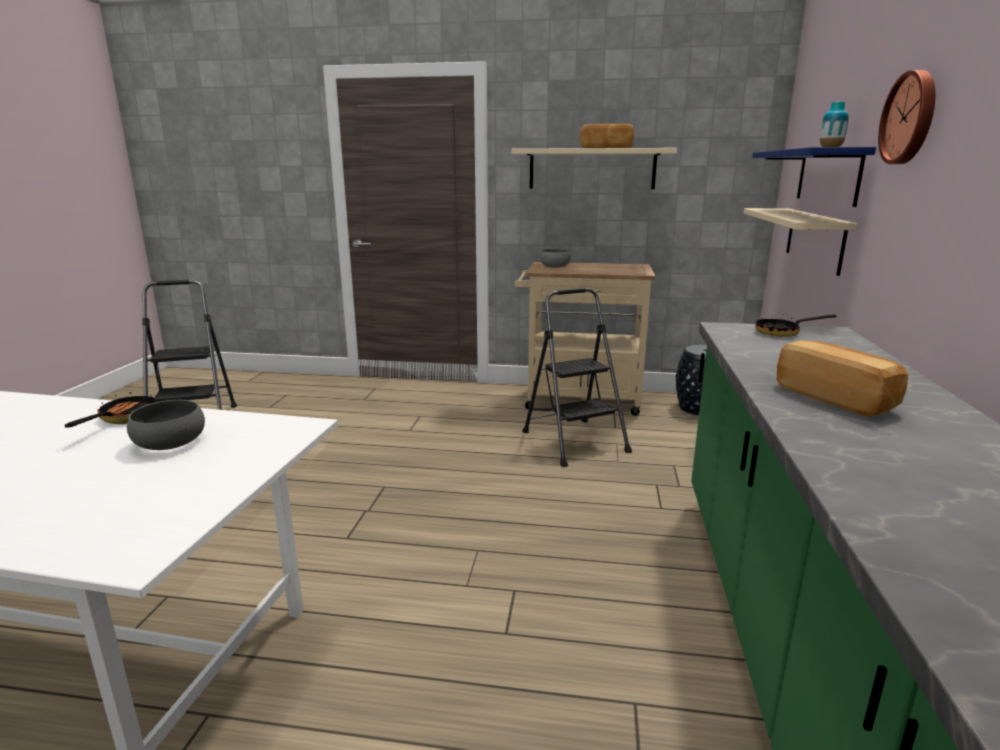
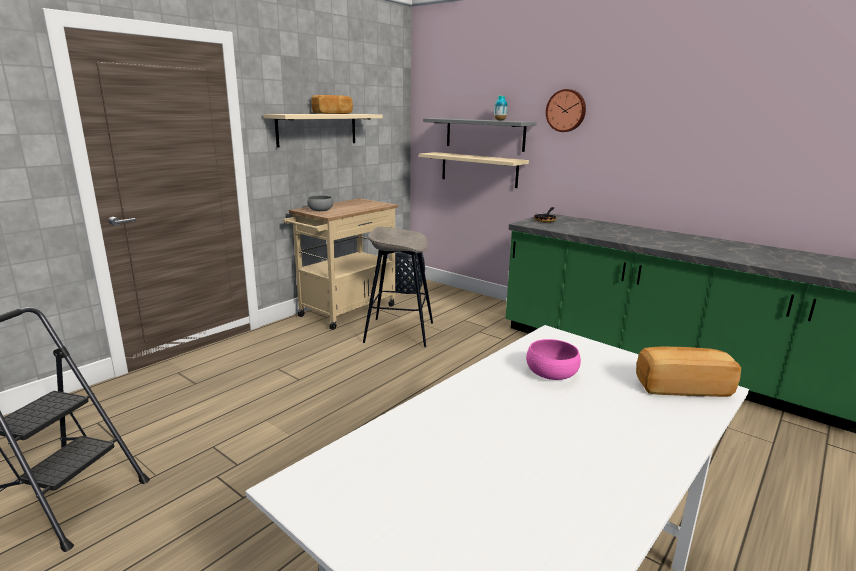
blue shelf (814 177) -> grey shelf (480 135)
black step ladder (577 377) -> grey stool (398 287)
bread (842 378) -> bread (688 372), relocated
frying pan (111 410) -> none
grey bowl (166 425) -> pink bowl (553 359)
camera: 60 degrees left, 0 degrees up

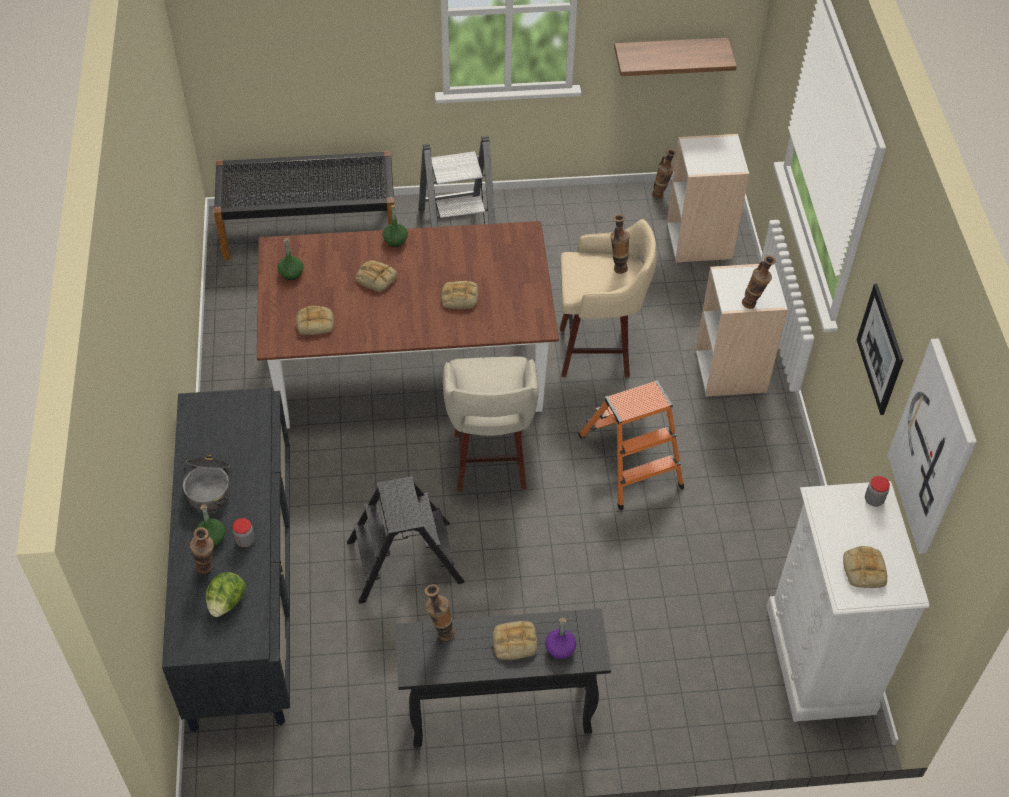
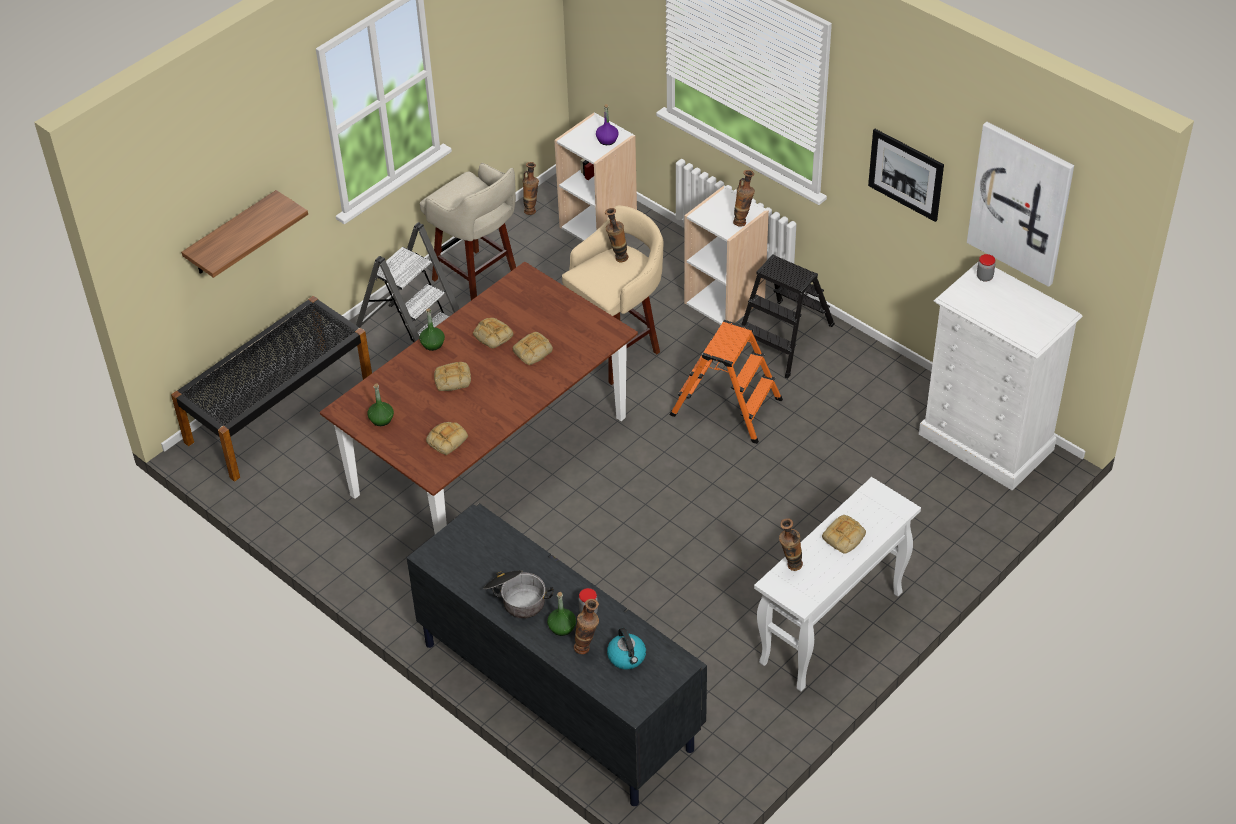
shelf (675 57) -> shelf (244 234), relocated
beige stool (491 424) -> beige stool (468 231), relocated
black step ladder (406 540) -> black step ladder (788 316), relocated
bread (865 567) -> bread (493 333), relocated
lettuce (225 594) -> kettle (626 648)
black console table (503 678) -> white console table (837 584)
purple bottle (560 638) -> purple bottle (607 124), relocated
camera: 40 degrees left, 5 degrees down

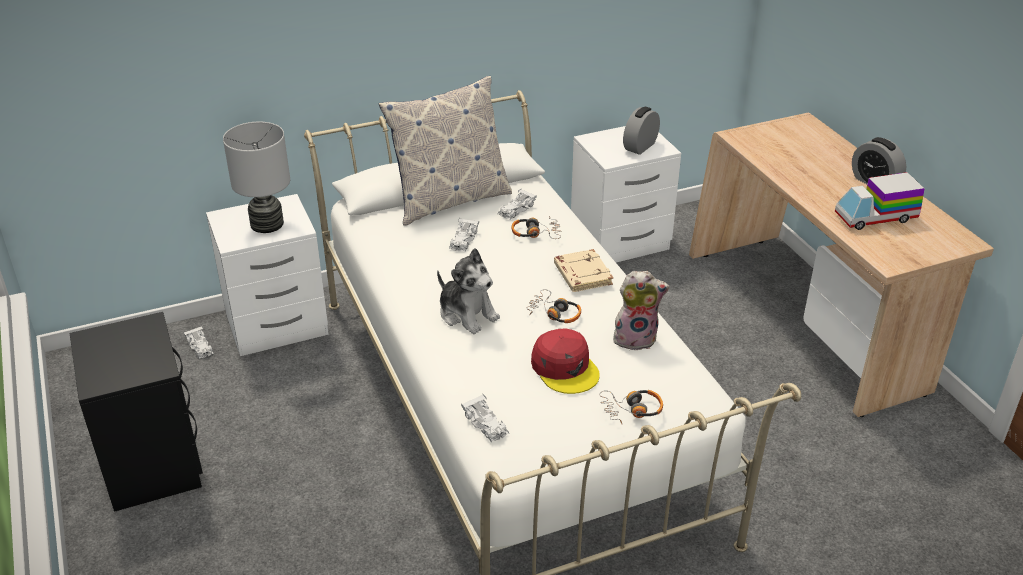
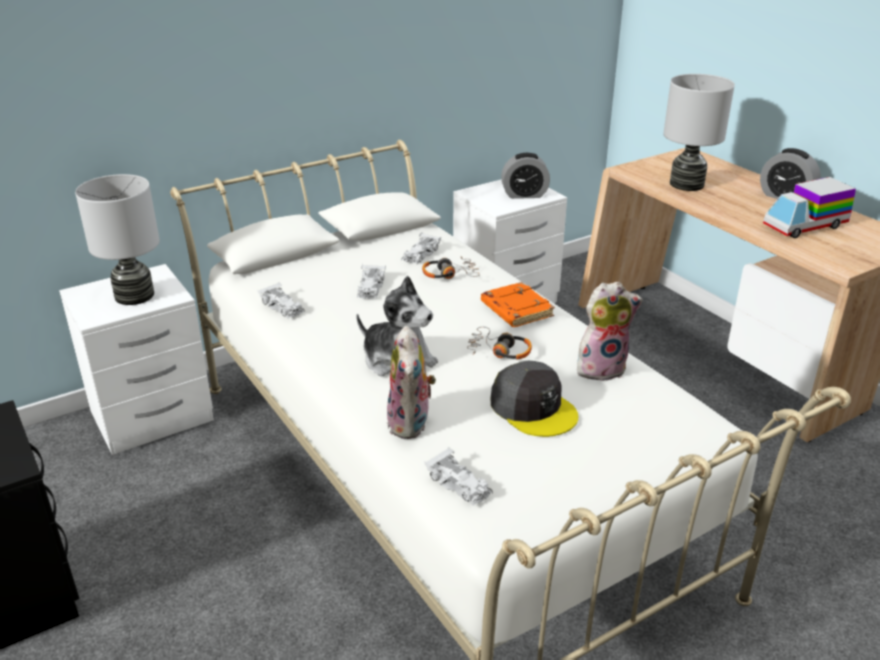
pillow (445 151) -> none
alarm clock (641 131) -> alarm clock (525 176), 120 degrees counterclockwise
beige book (583 270) -> orange book (518 304)
white toy car (198 342) -> white toy car (281 300), relocated
red cap (565 361) -> grey cap (534 398)
headphones (631 407) -> none
none -> grey table lamp (699 132)
none -> plush toy (411 382)
camera: 10 degrees left, 5 degrees down

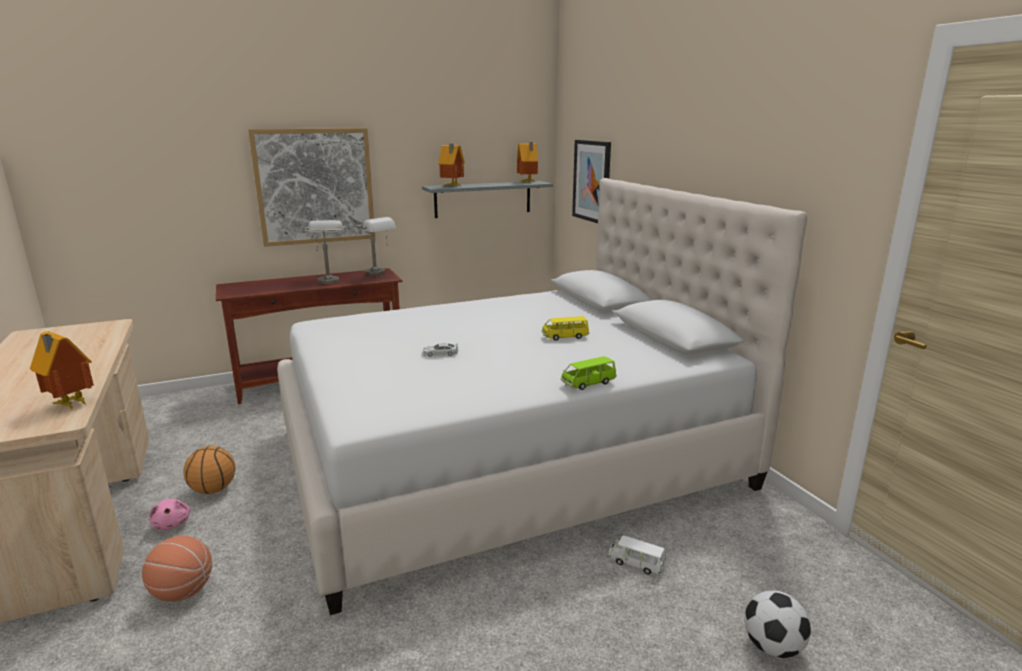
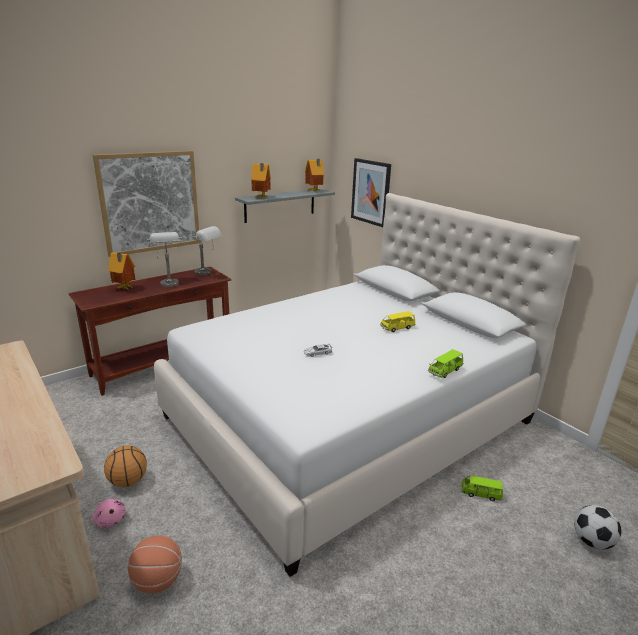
toy house (62 371) -> toy house (121 271), relocated
white toy car (636 555) -> green toy car (482 488)
camera: 15 degrees left, 5 degrees up

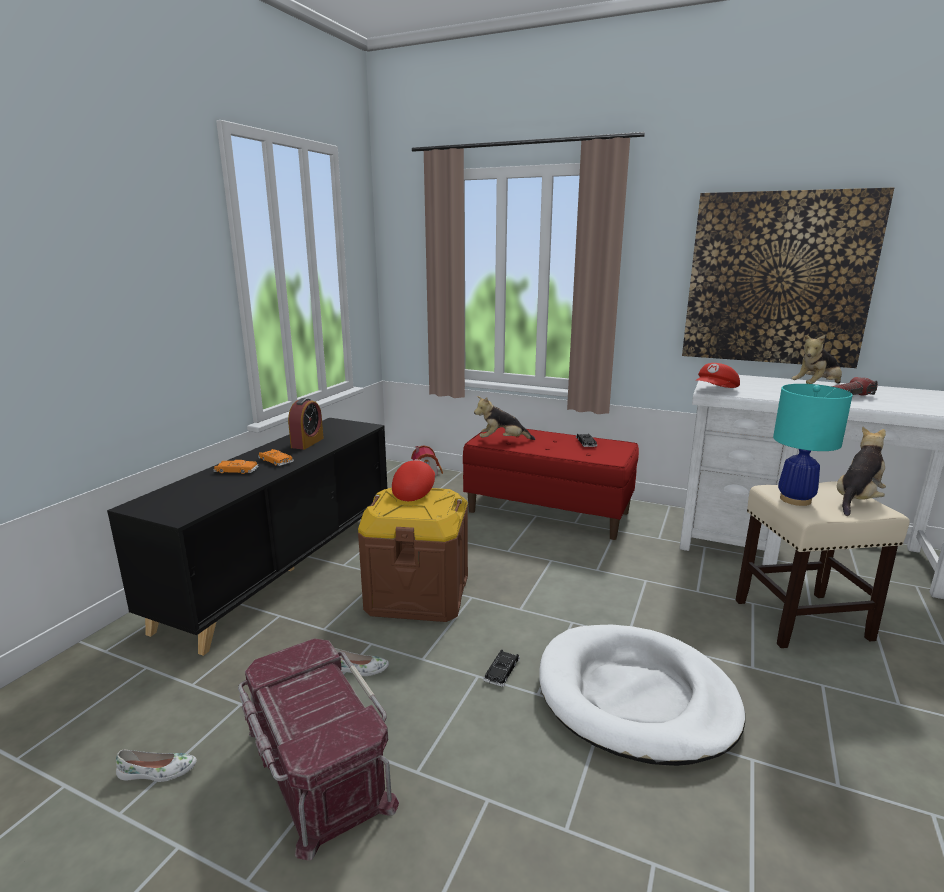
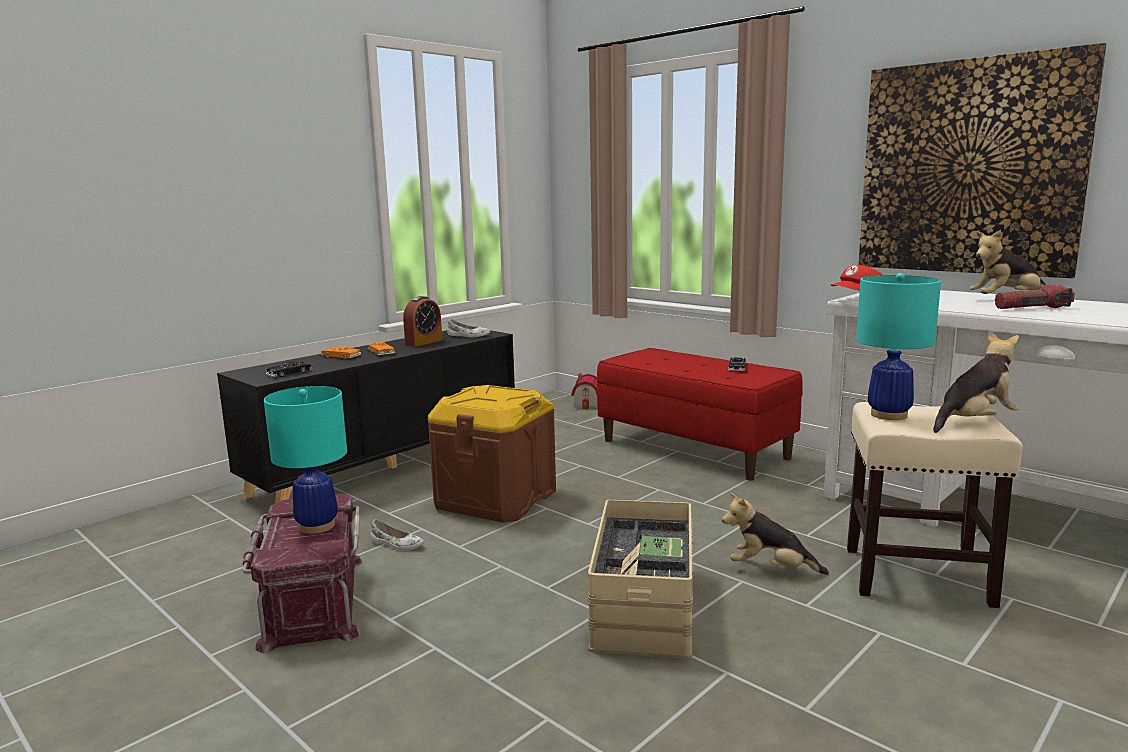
plush toy (504 418) -> plush toy (775 534), relocated
red cap (413 480) -> none
white dog bed (642 695) -> beige storage box (641 579)
black toy car (501 668) -> black toy car (289 369), relocated
white shoe (156 766) -> white shoe (468 328), relocated
none -> turquoise table lamp (305 460)
camera: 20 degrees right, 5 degrees down

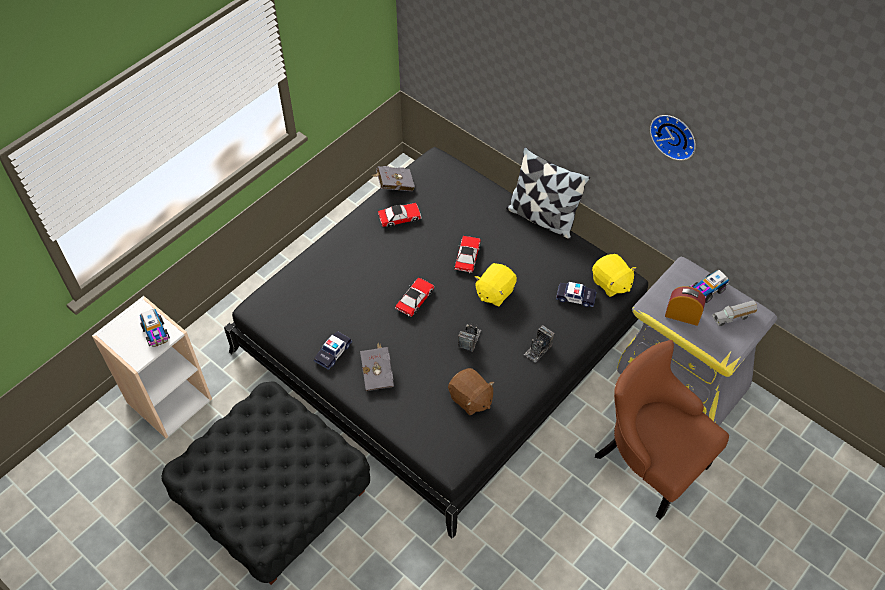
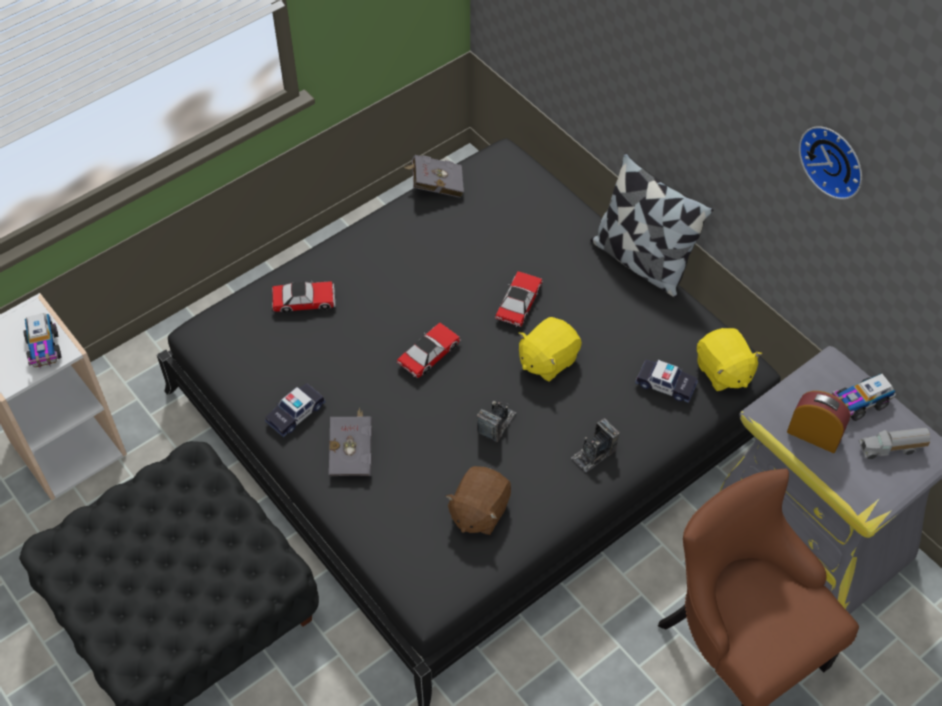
toy car (400 215) -> toy car (304 297), relocated
brown plush toy (471 392) -> brown plush toy (478 500), 60 degrees clockwise
camera: 10 degrees right, 0 degrees up

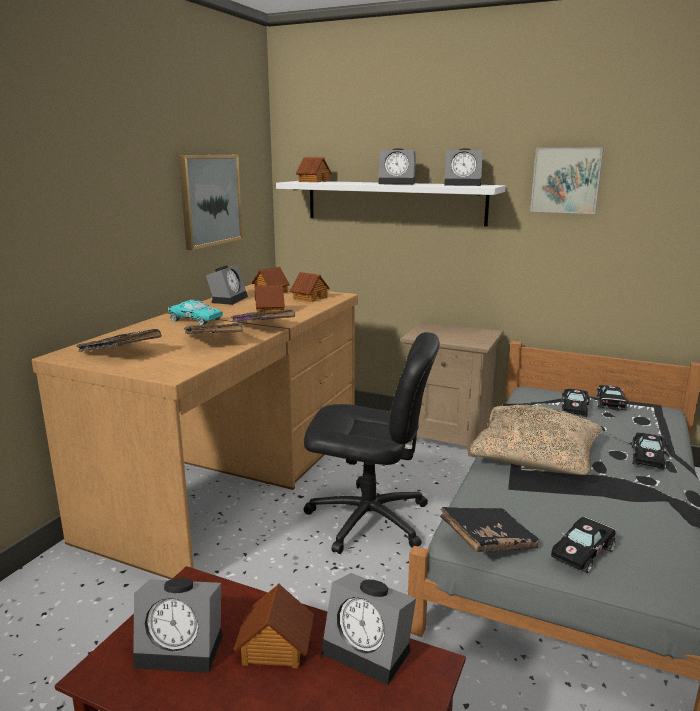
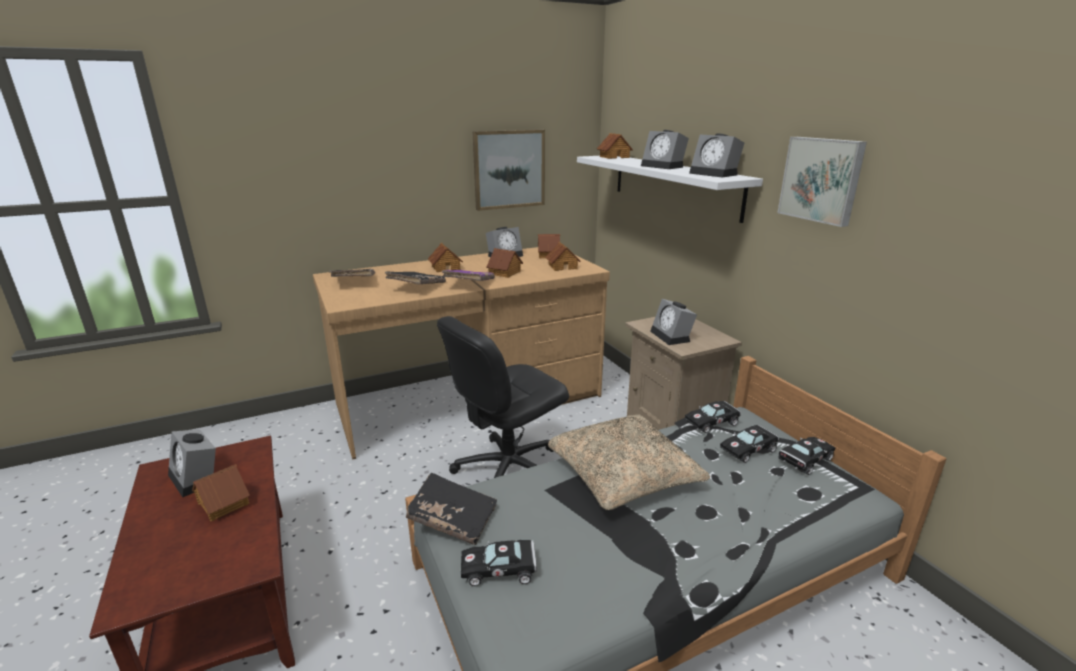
turquoise toy car (195 312) -> toy house (445 257)
black office chair (371 443) -> black office chair (503 397), 90 degrees clockwise
black toy car (649 451) -> black toy car (713 417), relocated
alarm clock (368 629) -> alarm clock (673 322), relocated
camera: 40 degrees right, 5 degrees up

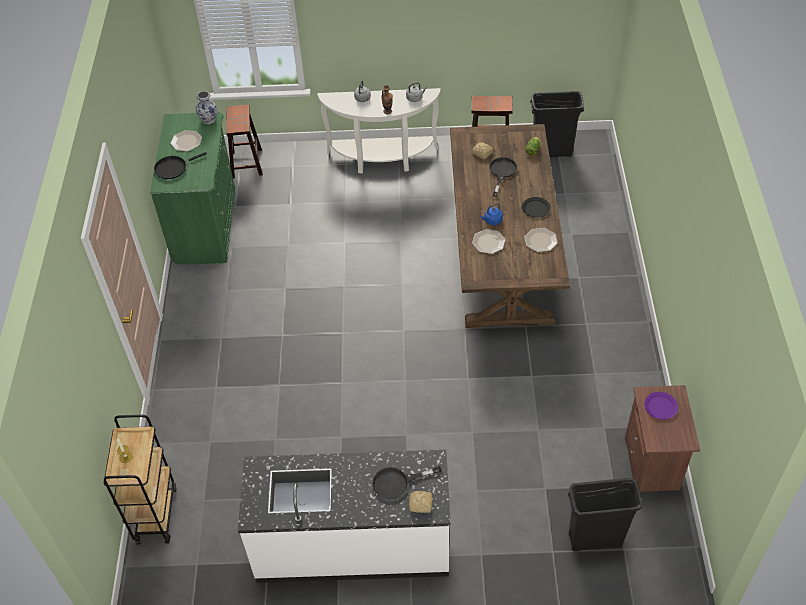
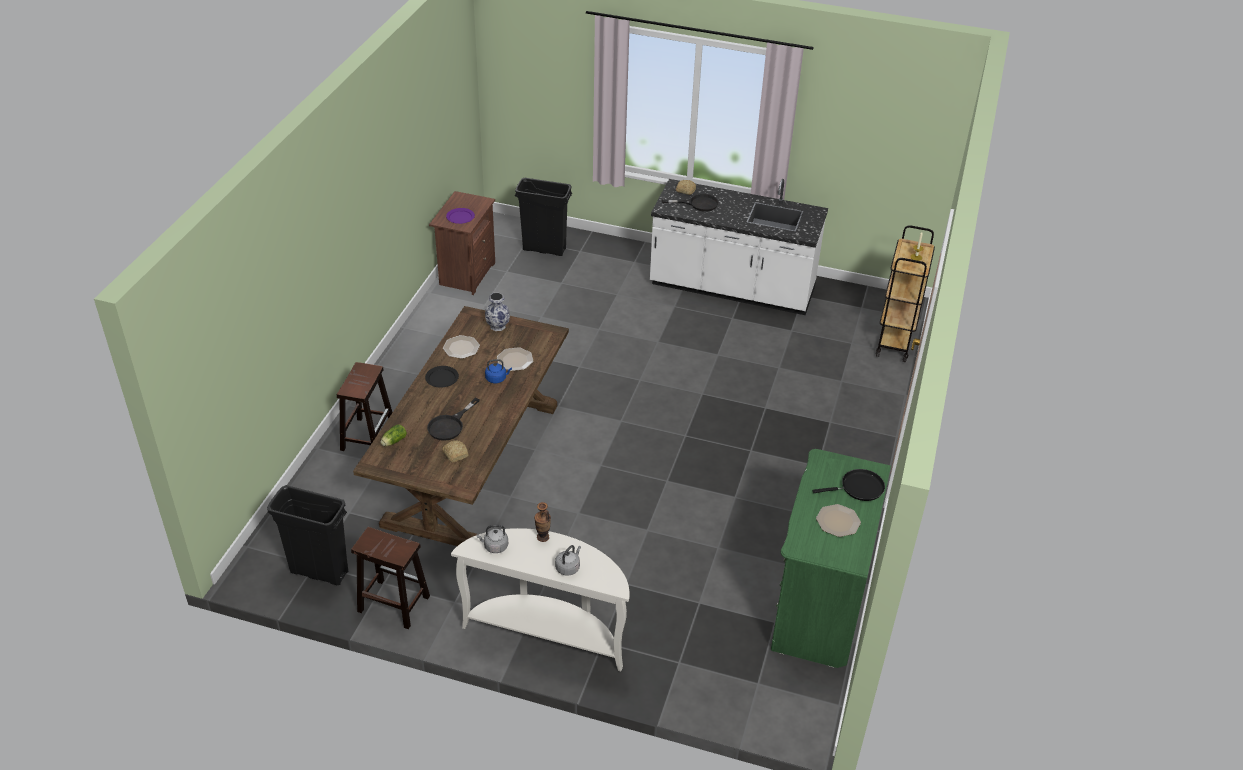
vase (206 107) -> vase (497 312), relocated
brown stool (244 141) -> brown stool (365 406), relocated
camera: 165 degrees left, 10 degrees down

